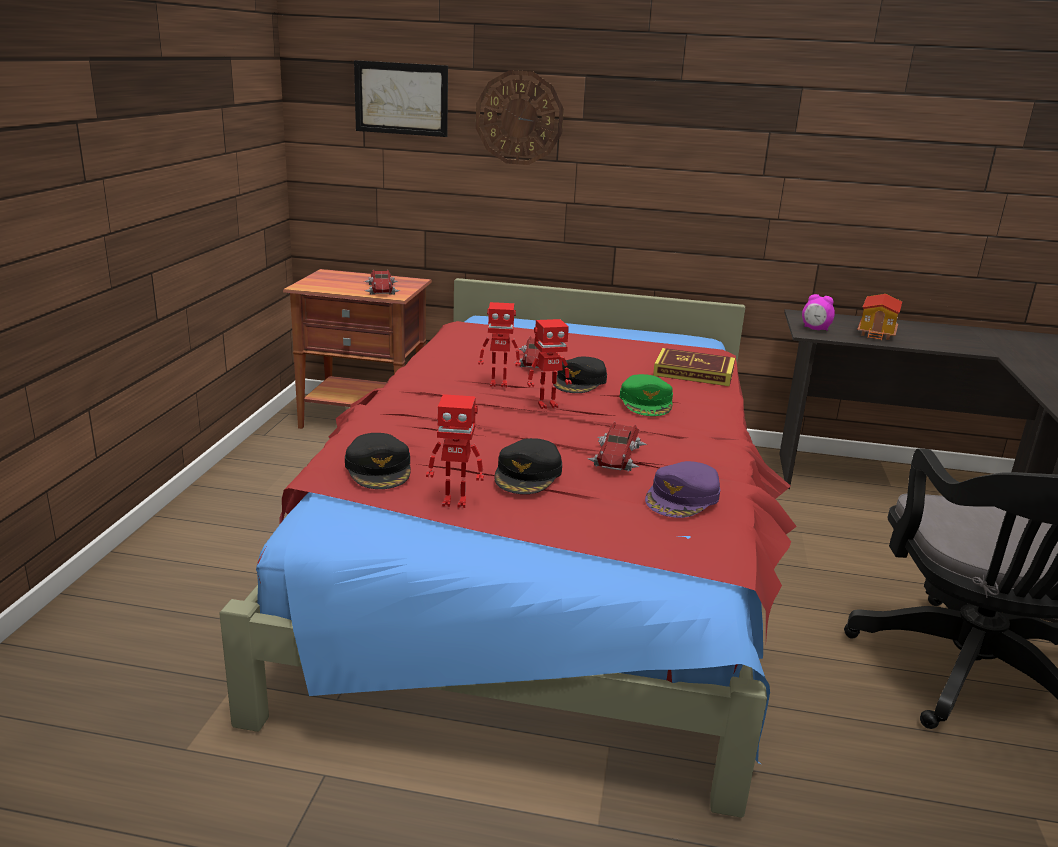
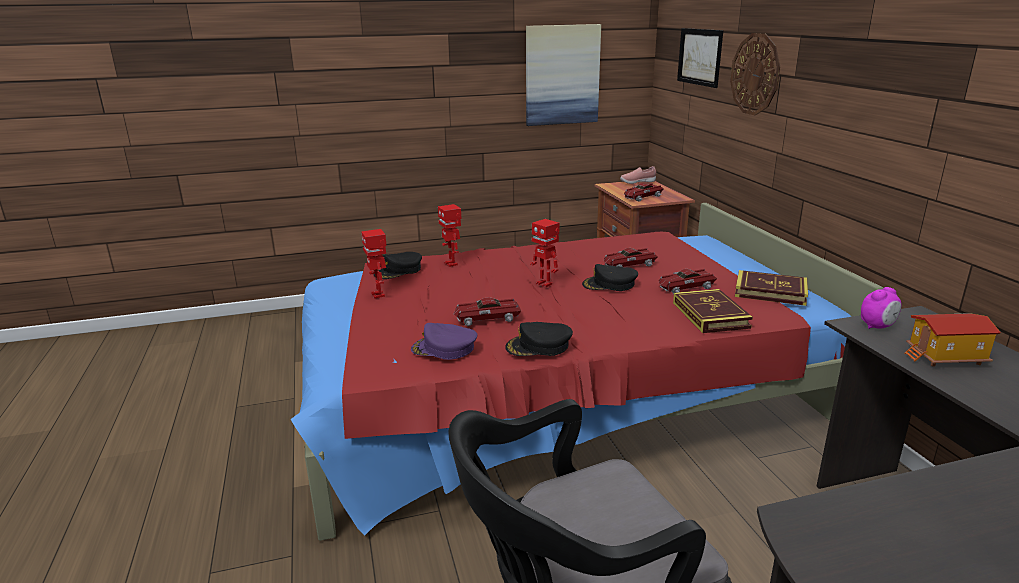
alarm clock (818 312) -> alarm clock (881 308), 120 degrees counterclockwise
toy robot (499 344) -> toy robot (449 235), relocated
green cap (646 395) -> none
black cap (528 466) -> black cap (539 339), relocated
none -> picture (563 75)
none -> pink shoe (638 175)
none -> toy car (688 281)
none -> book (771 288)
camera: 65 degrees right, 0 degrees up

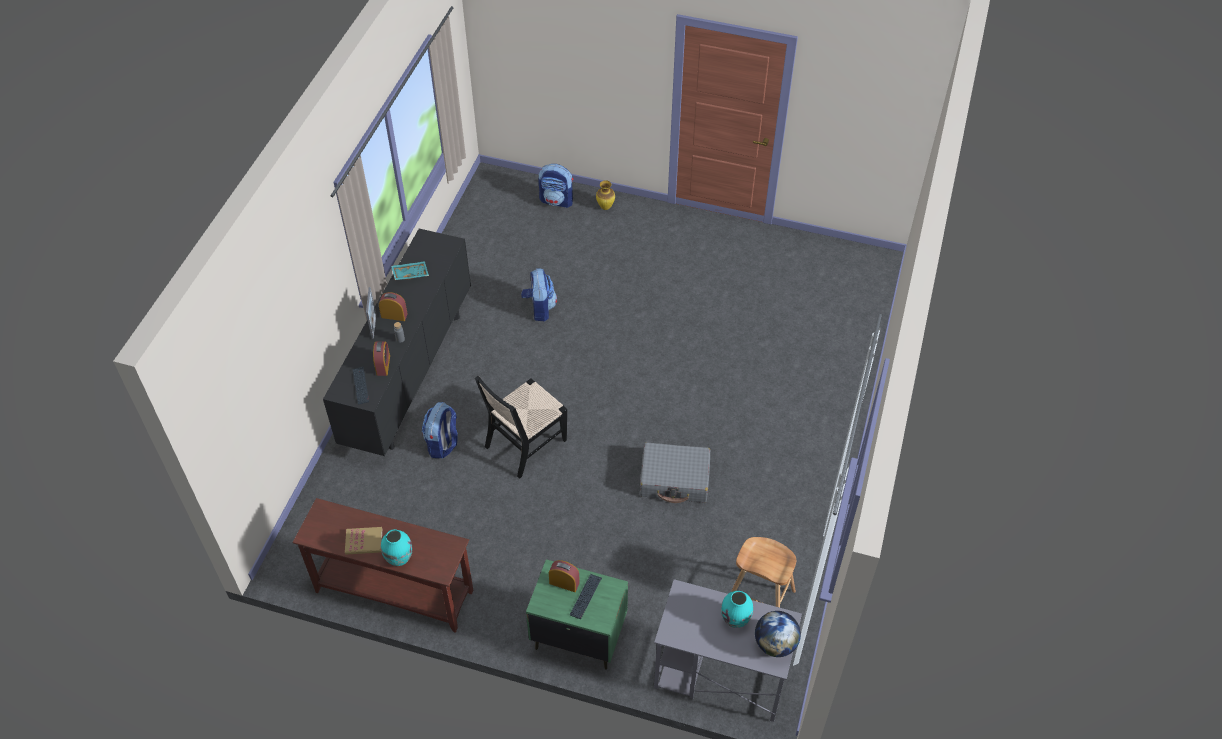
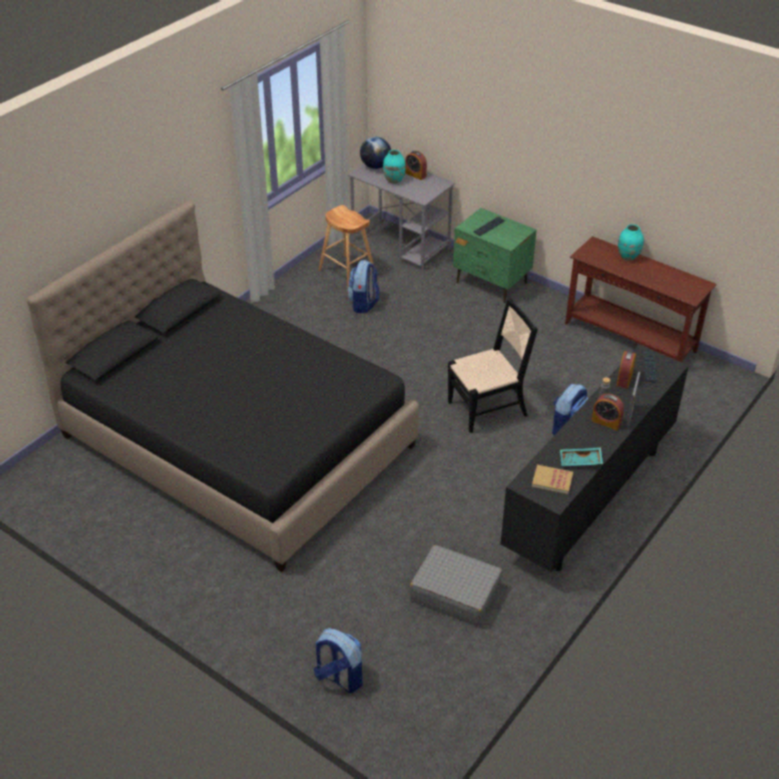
vase (605 195) -> none
backpack (539 294) -> backpack (363 286), relocated
grey suitcase (675 472) -> grey suitcase (456 585), relocated
book (363 541) -> book (552 479), relocated
alarm clock (564 576) -> alarm clock (416 165), relocated
none -> black bed (223 386)
camera: 160 degrees left, 10 degrees down

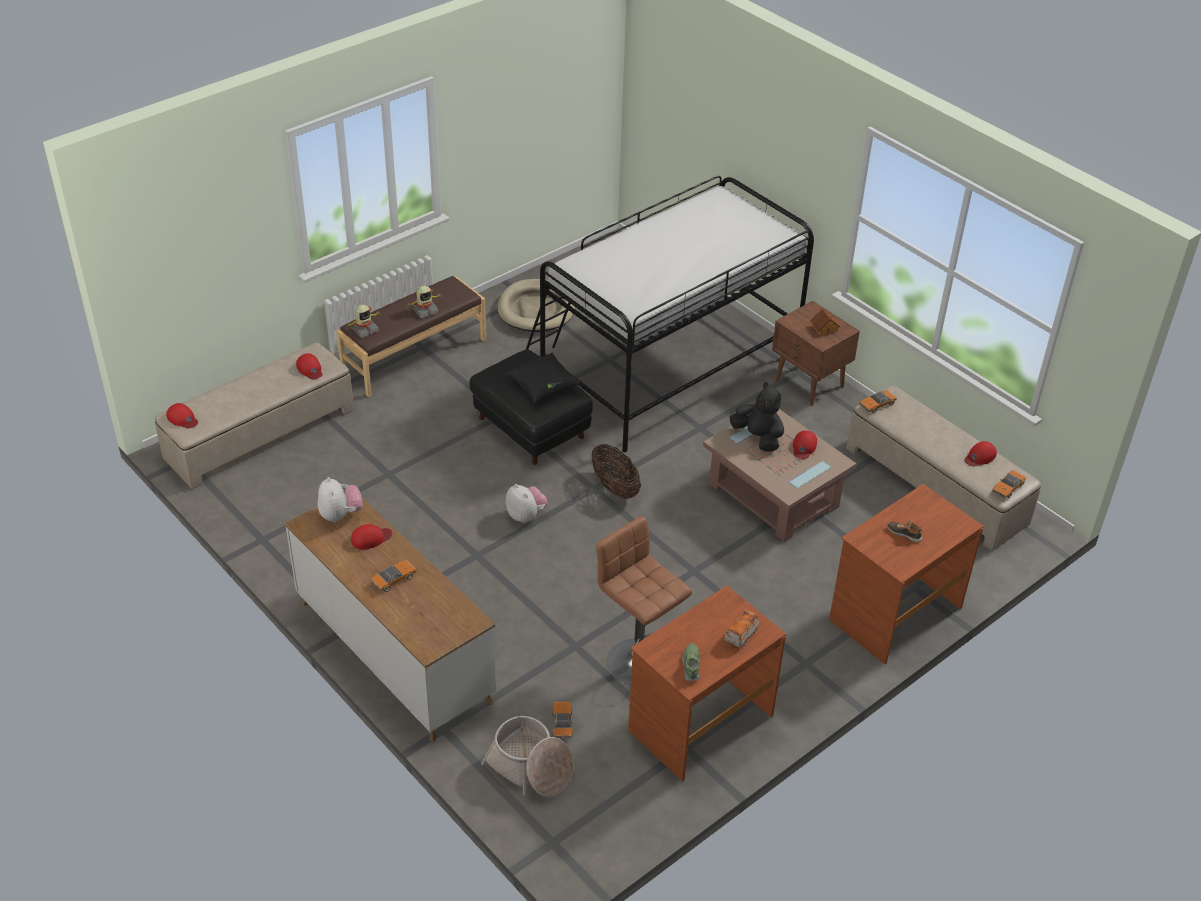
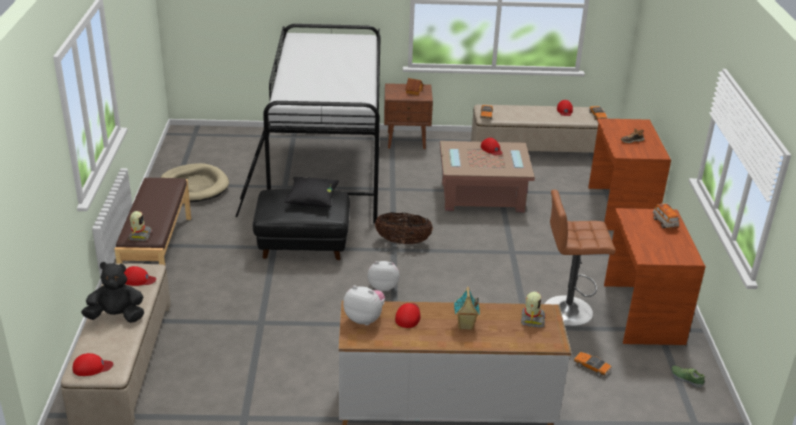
toy robot (424 302) -> toy robot (533 309), relocated
black plush toy (756 416) -> black plush toy (112 292), relocated
toy car (393 576) -> toy house (467 308)
shoe (691 662) -> shoe (688 377), relocated
basket (527 756) -> none
camera: 50 degrees left, 10 degrees down

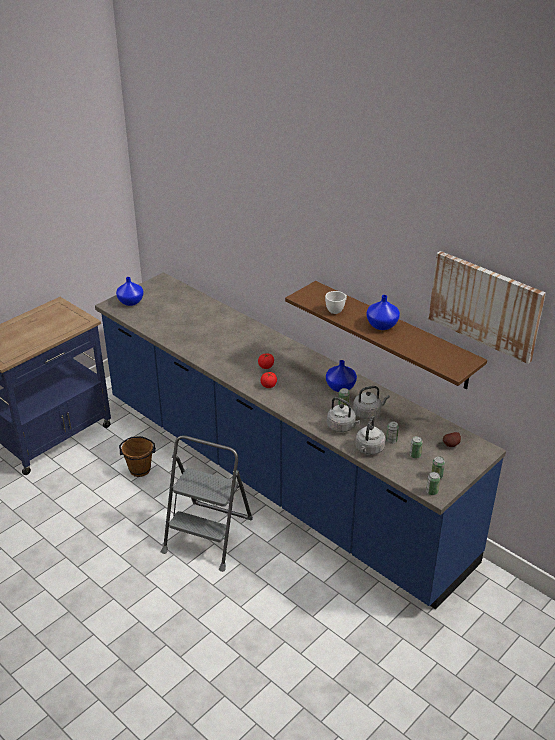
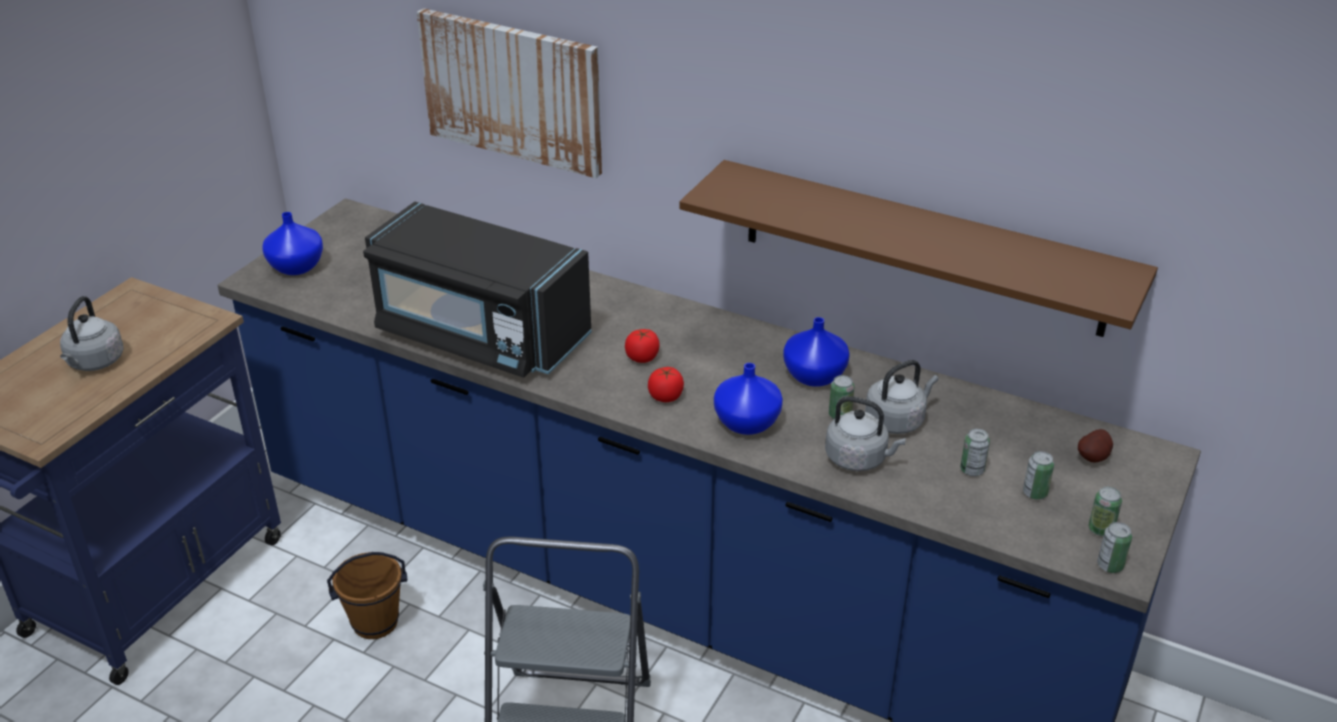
picture (487 307) -> picture (509 93), relocated
white cup (336 302) -> none
blue vase (383 312) -> blue vase (748 399), relocated
grey kettle (370 435) -> grey kettle (92 333), relocated
none -> black microwave (477 290)
camera: 15 degrees left, 0 degrees up

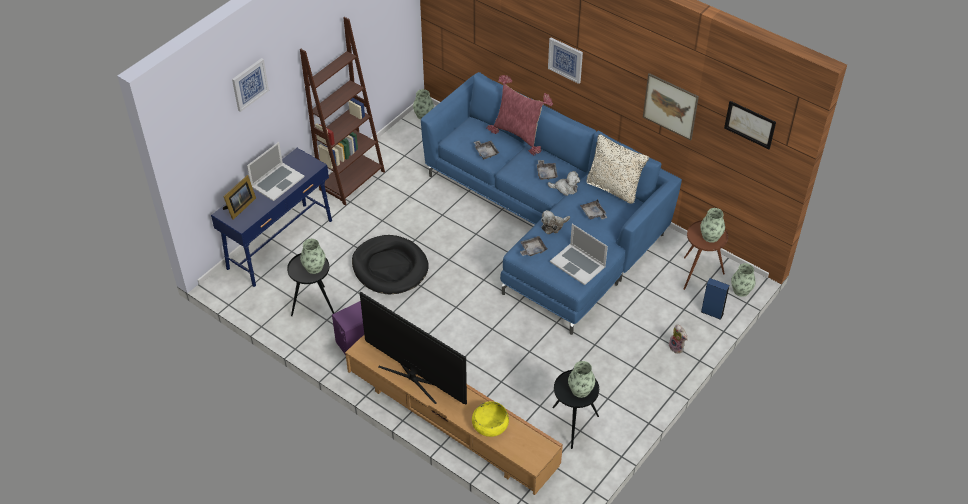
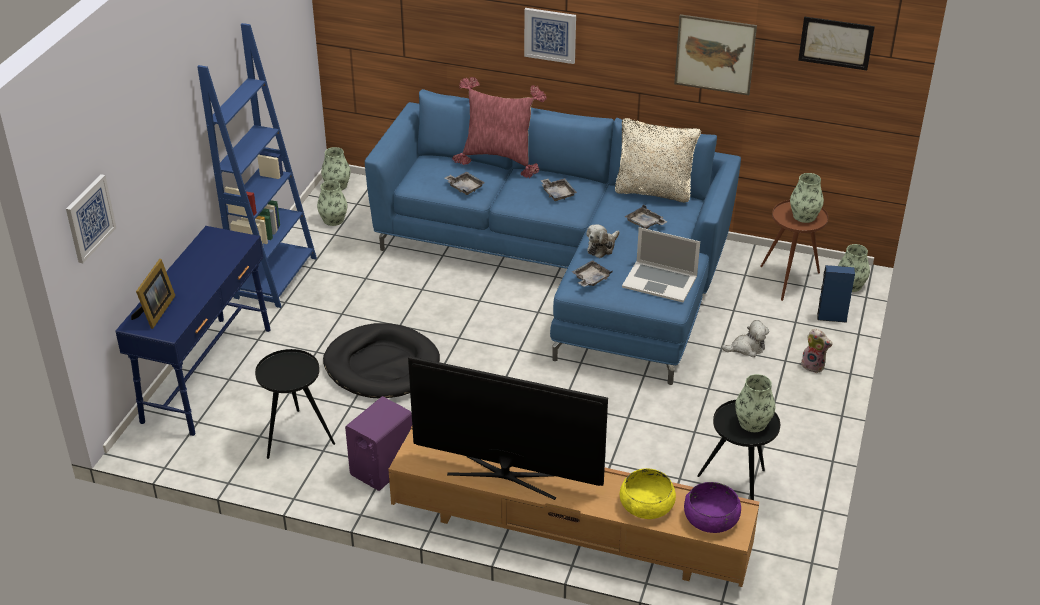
brown bookcase (342 111) -> blue bookcase (257 165)
picture (250 85) -> picture (91 218), relocated
laptop (275 171) -> none
plush toy (563 183) -> plush toy (745 338), relocated
vase (313 256) -> vase (332 203), relocated
none -> purple bowl (712 507)
camera: 20 degrees left, 10 degrees down

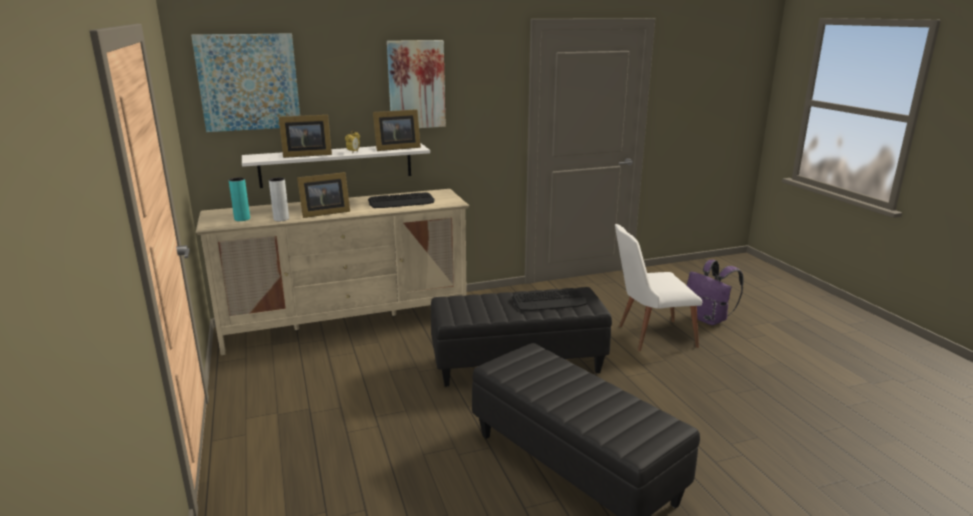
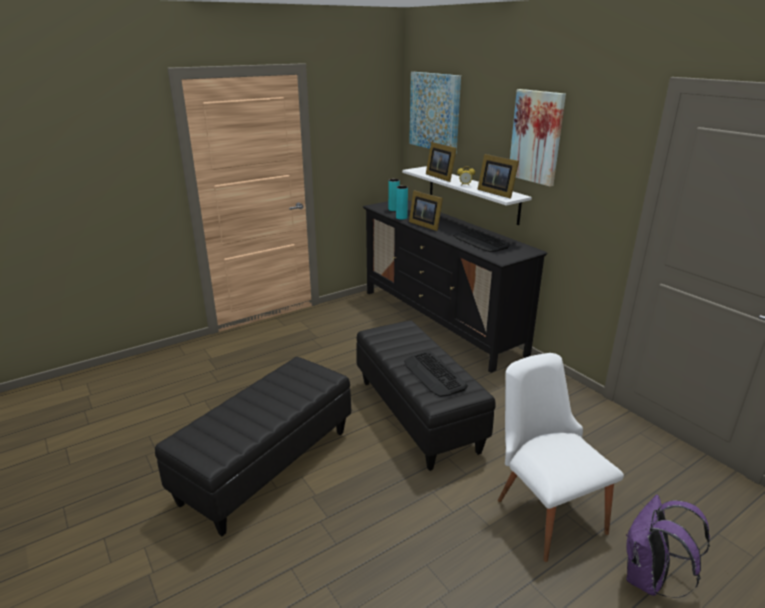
grey vase (279 199) -> turquoise vase (402 202)
beige dresser (332 272) -> black dresser (455 286)
camera: 75 degrees right, 5 degrees up

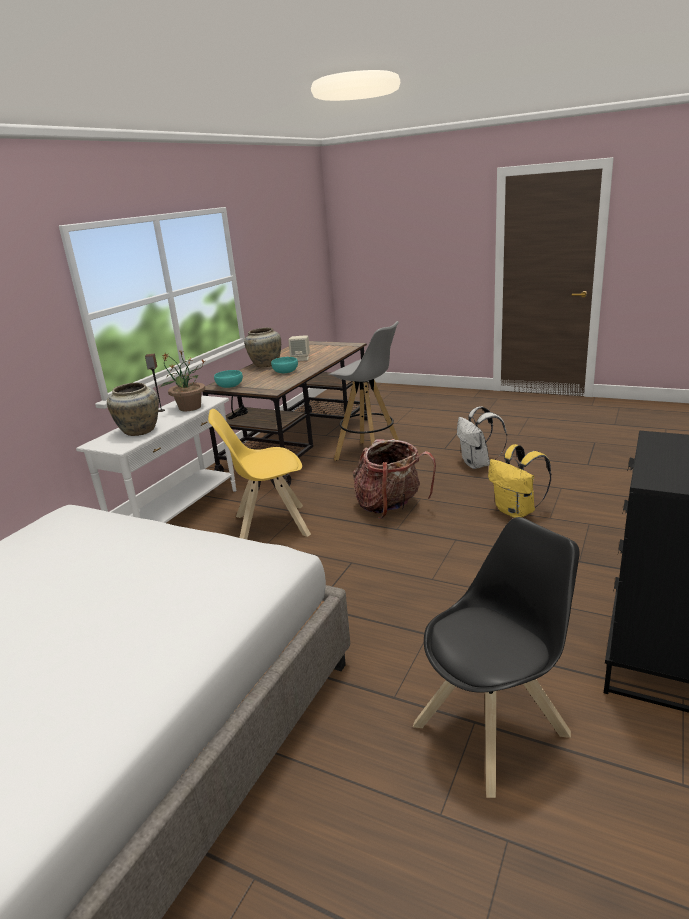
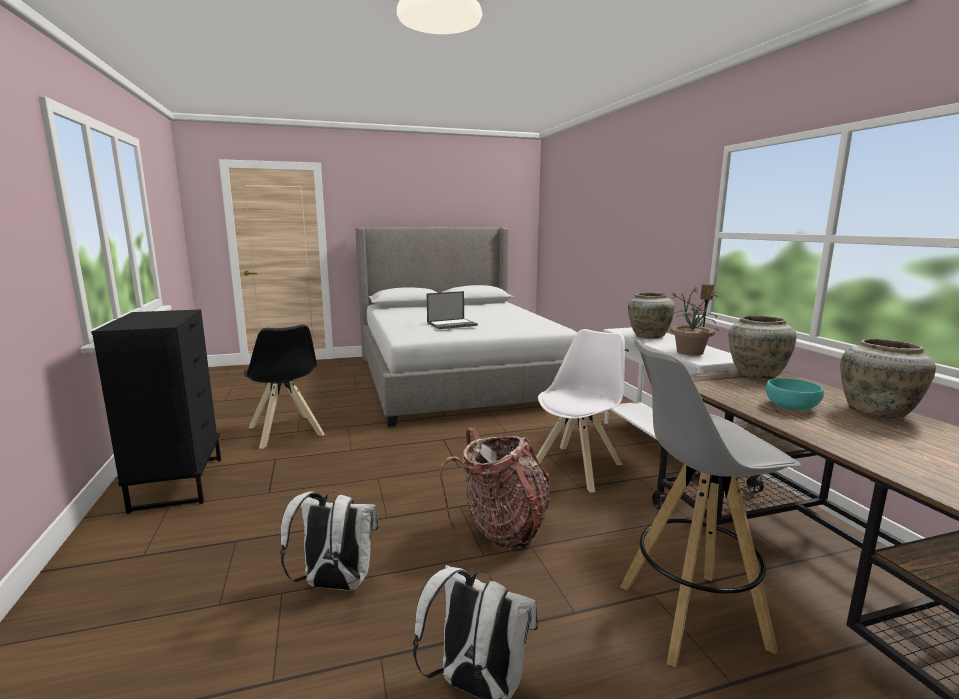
beige speaker (299 348) -> none
turquoise bowl (228 379) -> beige vase (762 347)
yellow chair (259 474) -> white chair (580 411)
yellow backpack (520 481) -> white backpack (329 541)
black chair (496 657) -> black chair (284 386), 45 degrees counterclockwise
none -> laptop (452 310)
camera: 135 degrees right, 10 degrees down

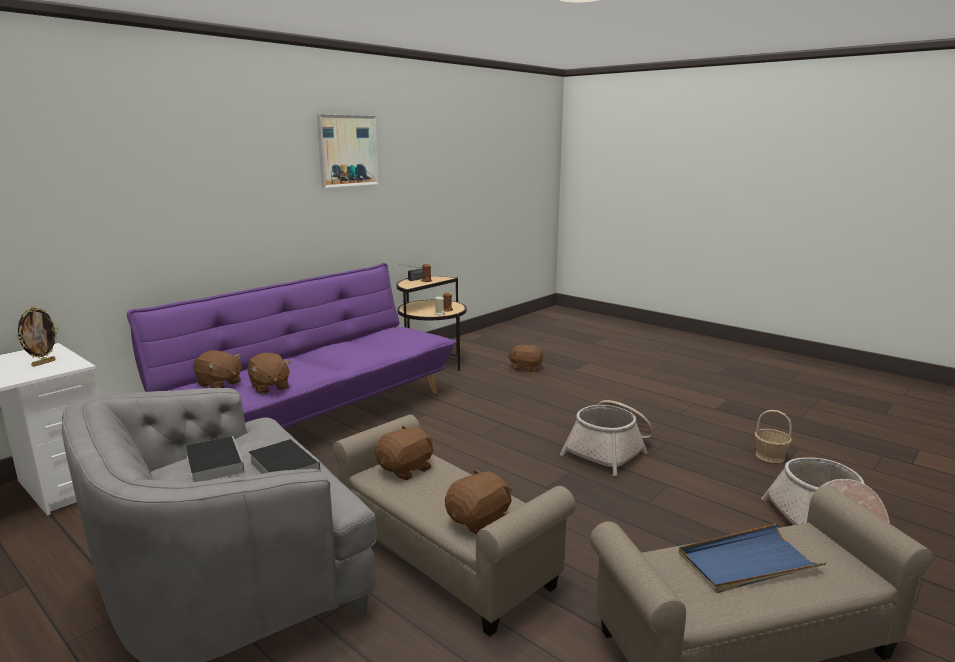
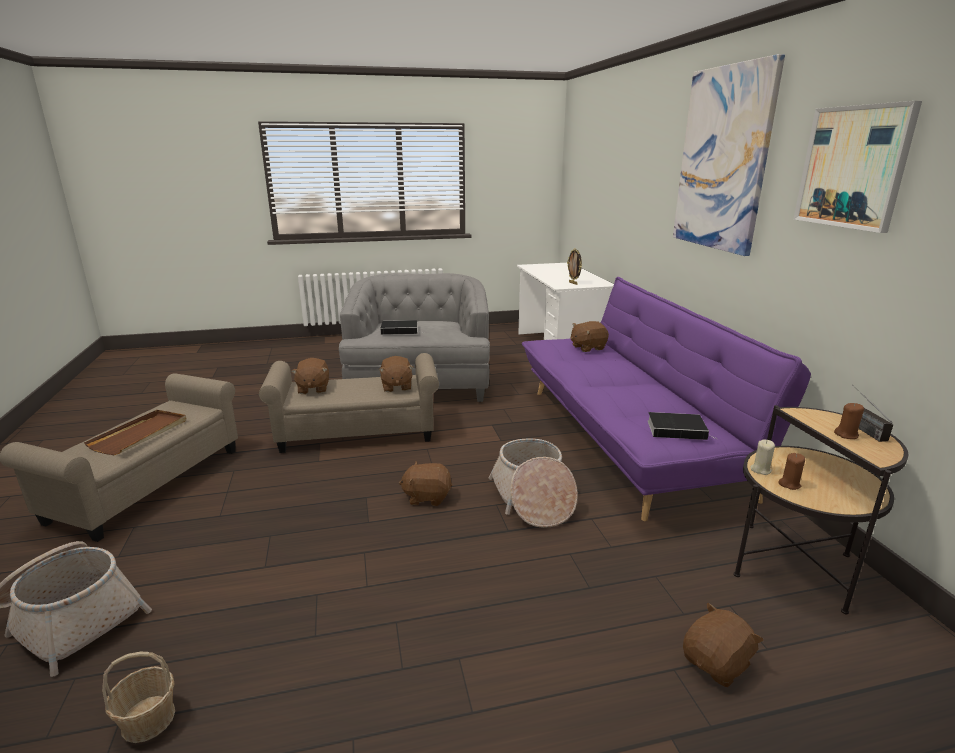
brown plush toy (269 373) -> brown plush toy (425 483), relocated
basket (606 438) -> basket (533 483), relocated
book (214 459) -> book (683 426), relocated
blue tray (752 558) -> brown tray (135 432)
none -> picture (729 155)
camera: 125 degrees right, 5 degrees up

